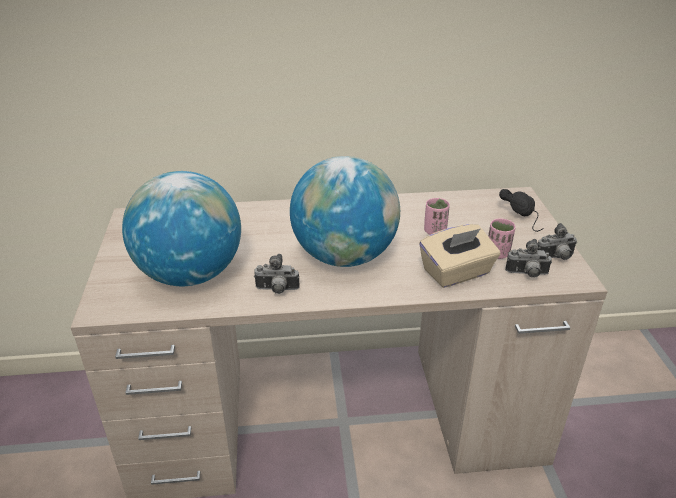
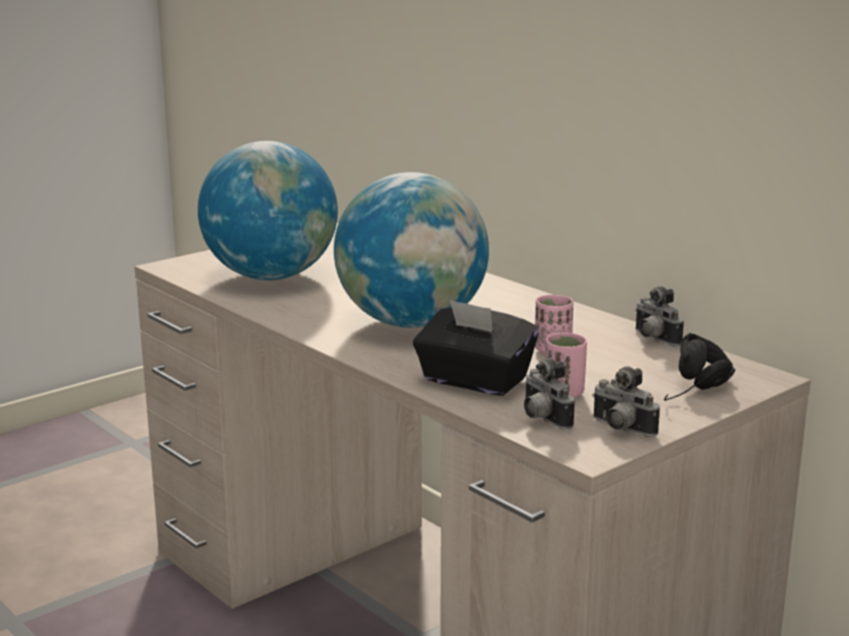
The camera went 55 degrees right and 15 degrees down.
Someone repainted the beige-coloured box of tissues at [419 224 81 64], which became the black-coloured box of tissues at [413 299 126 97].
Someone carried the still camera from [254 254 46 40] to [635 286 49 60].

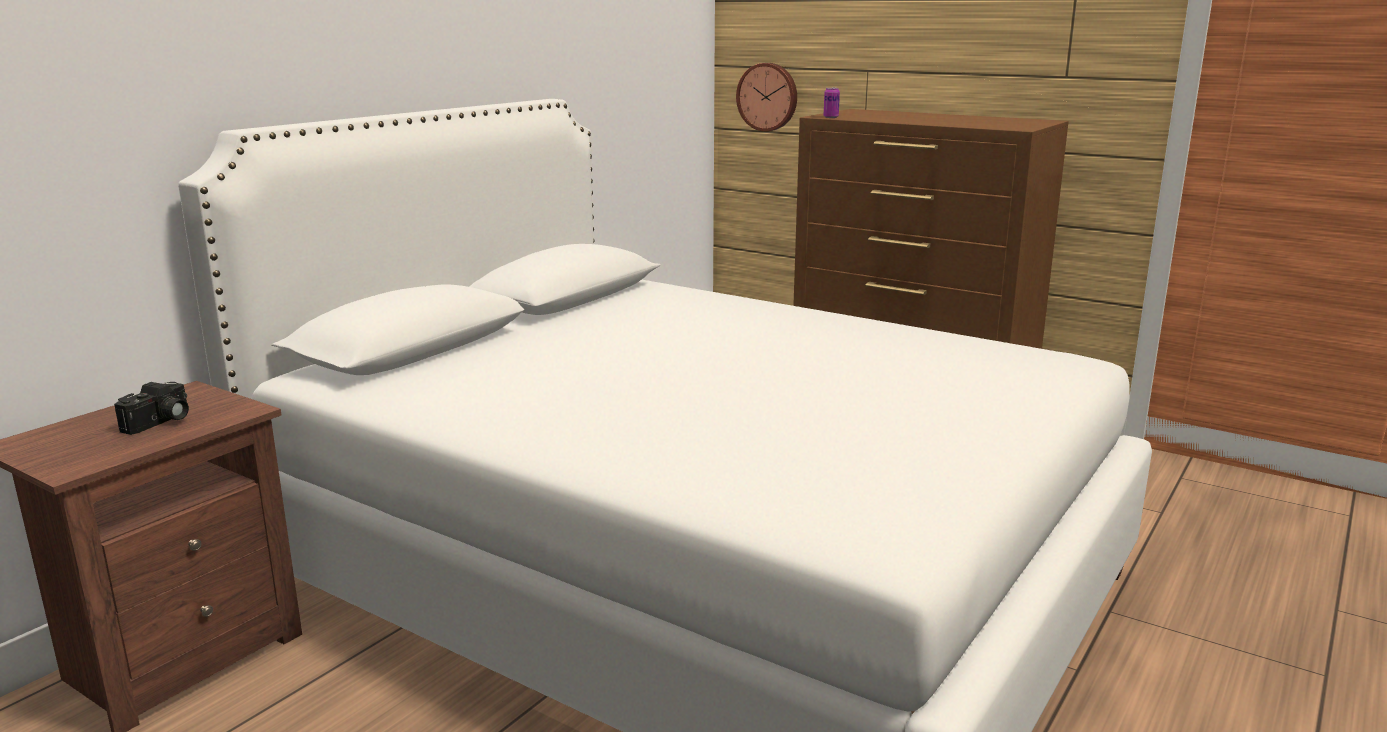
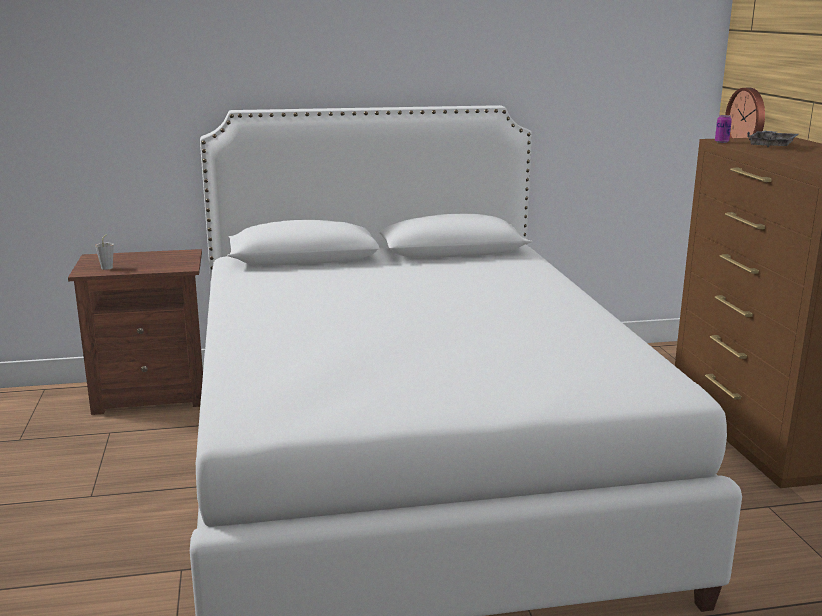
The camera went 45 degrees right and 0 degrees up.
Someone put down the grey cup at [95 234 19 36].
Someone put down the grey tray at [747 130 52 17].
Someone took away the still camera at [114 382 75 53].

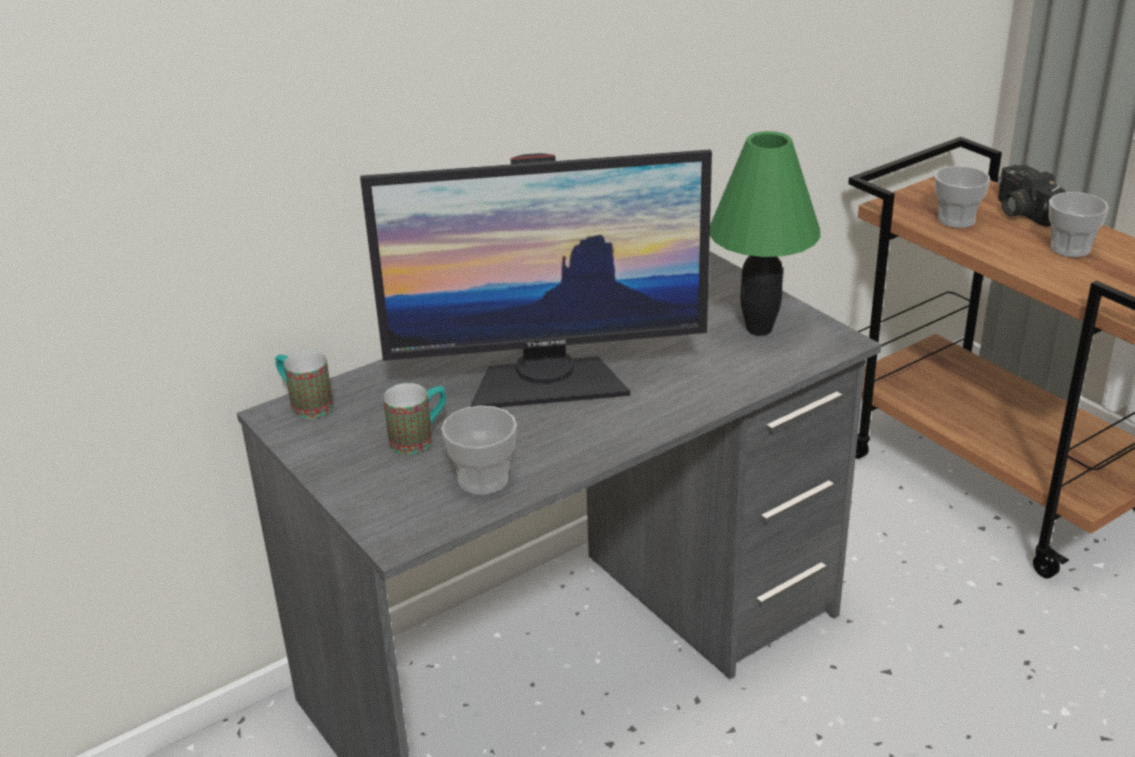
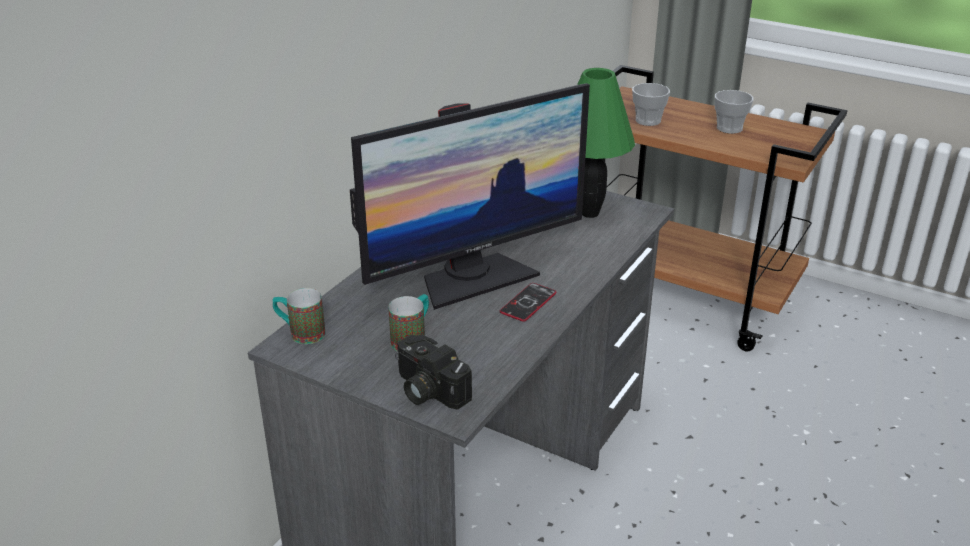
The camera went 25 degrees left and 0 degrees up.
Someone carried the still camera from [998 165 68 62] to [395 335 77 75].
Someone put down the phone at [500 283 56 39].
Someone took away the cup at [441 405 76 90].

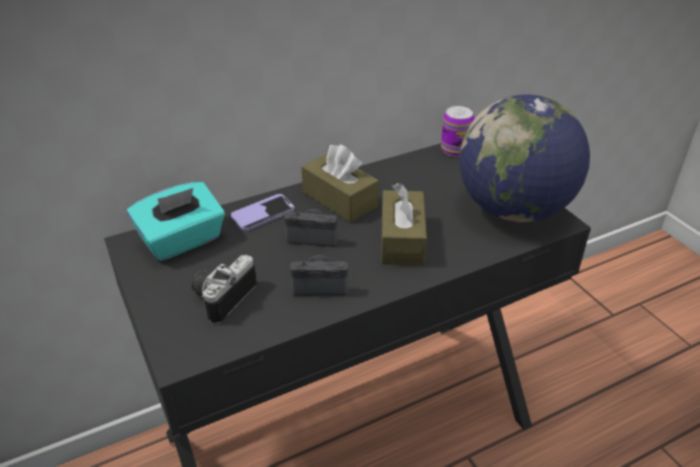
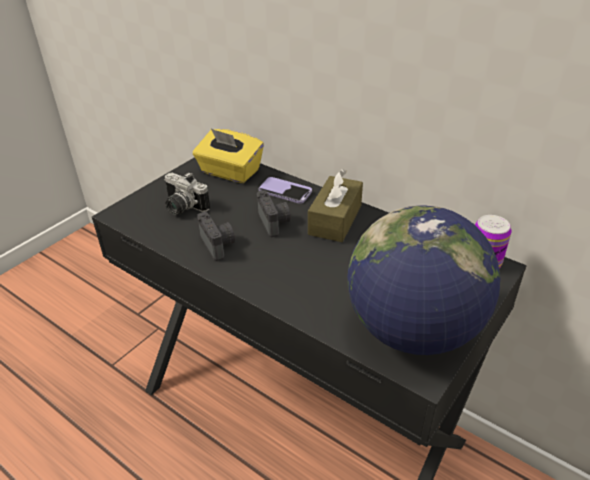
The camera went 65 degrees right and 0 degrees up.
Someone rotated the still camera at [192 254 65 70] by 150 degrees counterclockwise.
Someone repainted the turquoise-coloured box of tissues at [127 182 98 79], which became the yellowish box of tissues at [193 129 71 54].
Someone took away the brown-coloured box of tissues at [381 183 46 83].

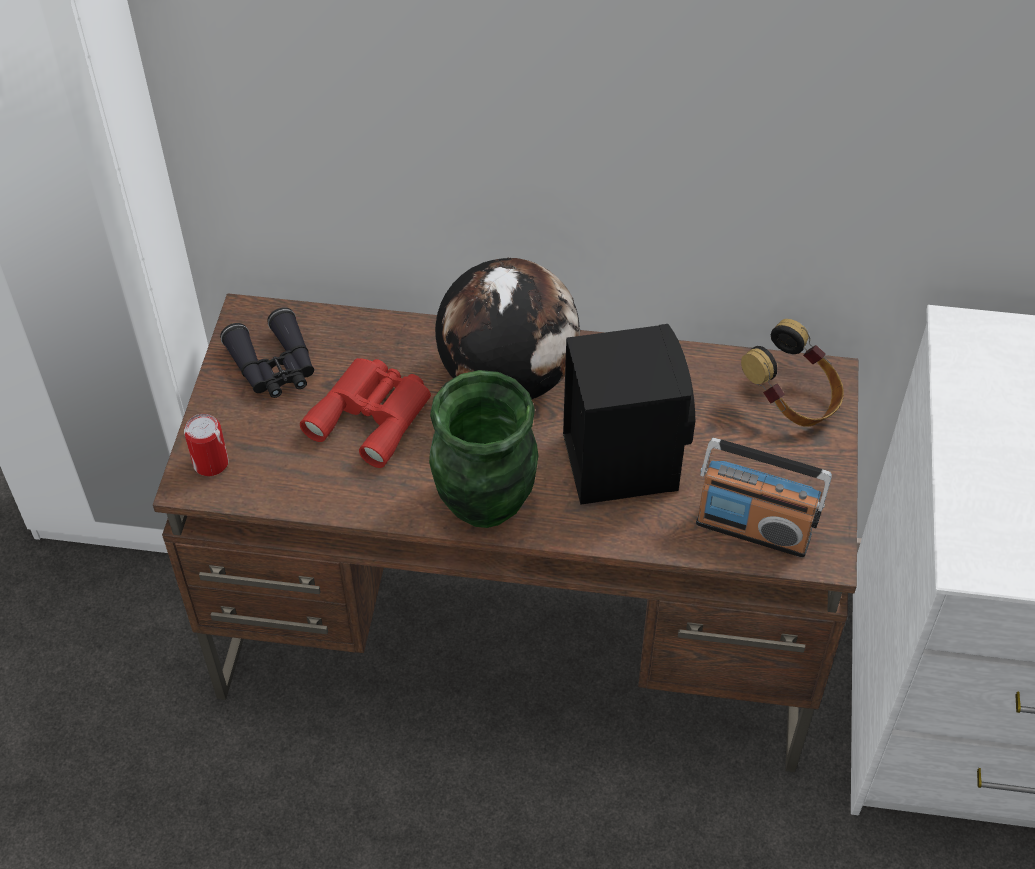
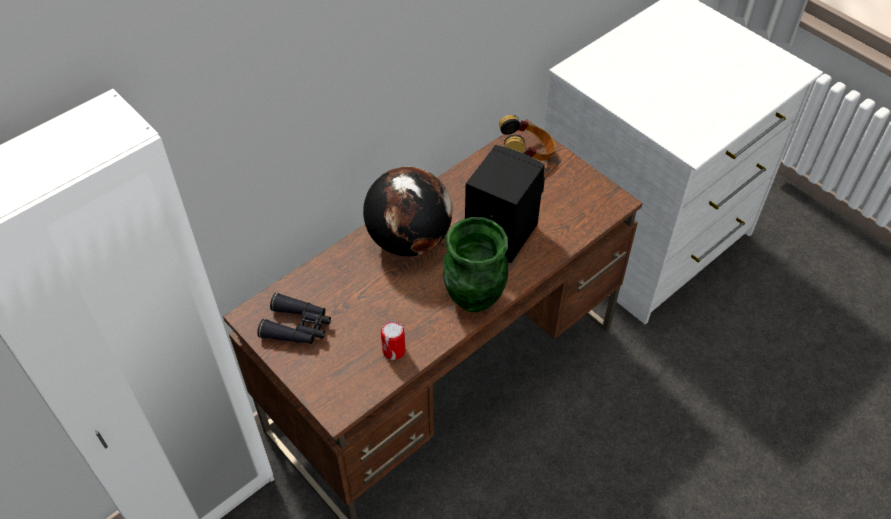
The camera went 50 degrees left and 0 degrees up.
Someone carried the sealed can from [184 414 45 62] to [381 321 24 39].
Someone took away the reddish pair of binoculars at [300 358 131 110].
Someone took away the radio receiver at [696 438 136 120].

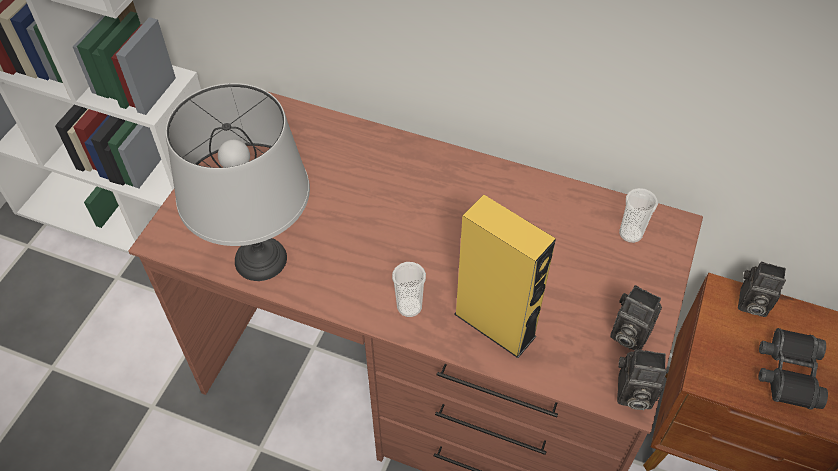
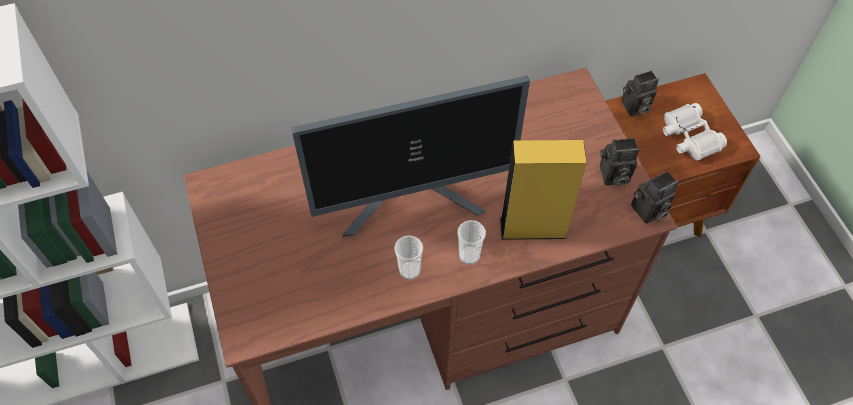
The camera went 40 degrees left and 5 degrees up.
Someone put down the computer screen at [291 76 239 161].
Someone carried the cup from [619 188 39 55] to [394 235 29 45].
Someone repainted the black-coloured pair of binoculars at [759 328 69 82], which became the white-coloured pair of binoculars at [663 103 64 58].
Someone took away the grey table lamp at [166 83 144 198].

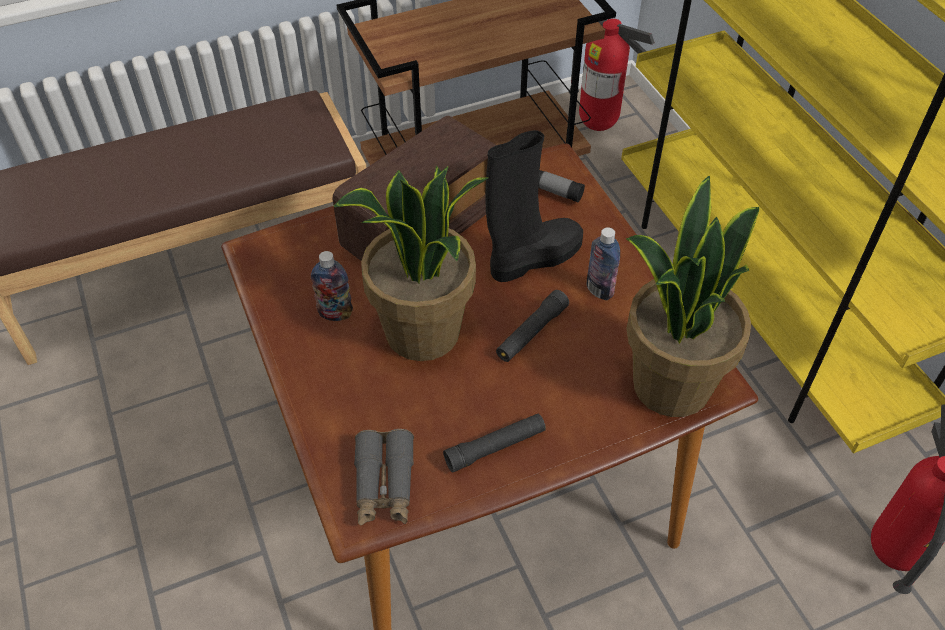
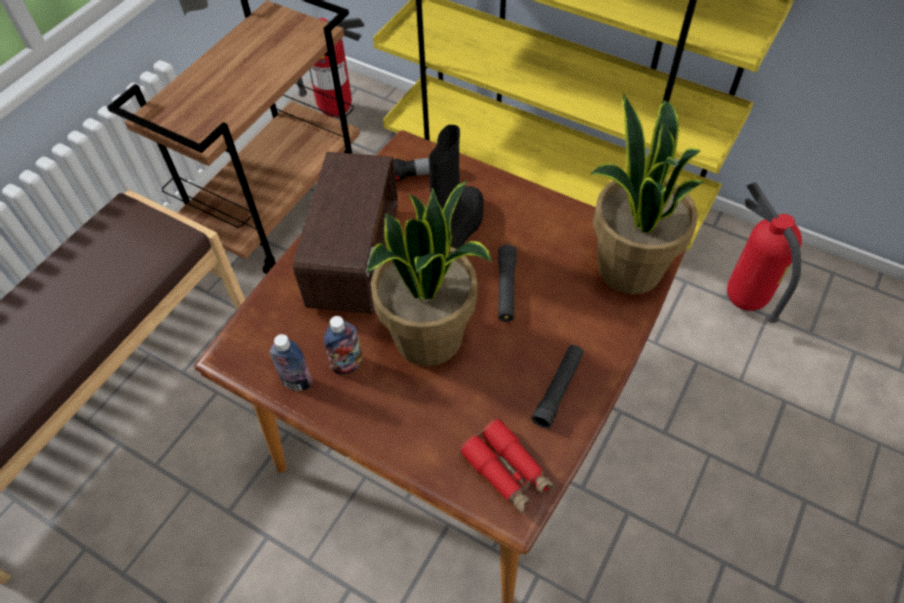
The camera went 35 degrees left and 5 degrees up.
Someone carried the drink bottle from [587 227 33 73] to [270 334 43 57].
Someone repainted the grey pair of binoculars at [354 429 60 96], which became the reddish pair of binoculars at [460 419 95 95].

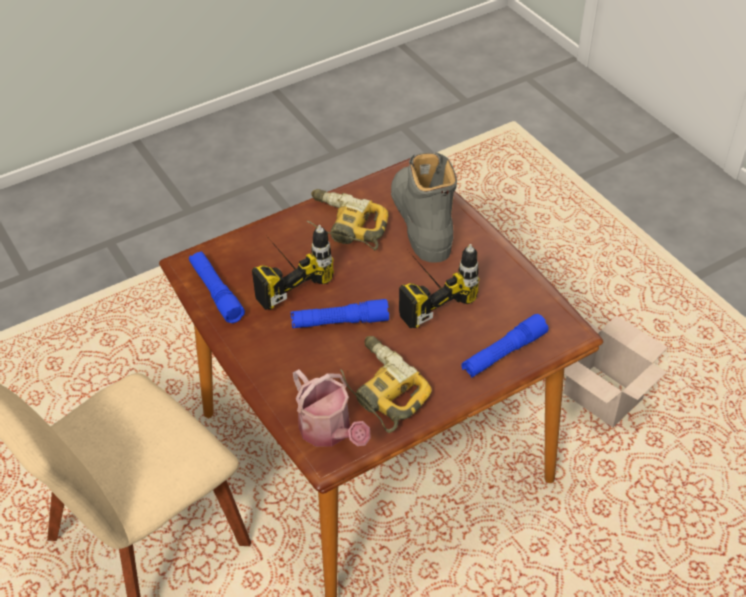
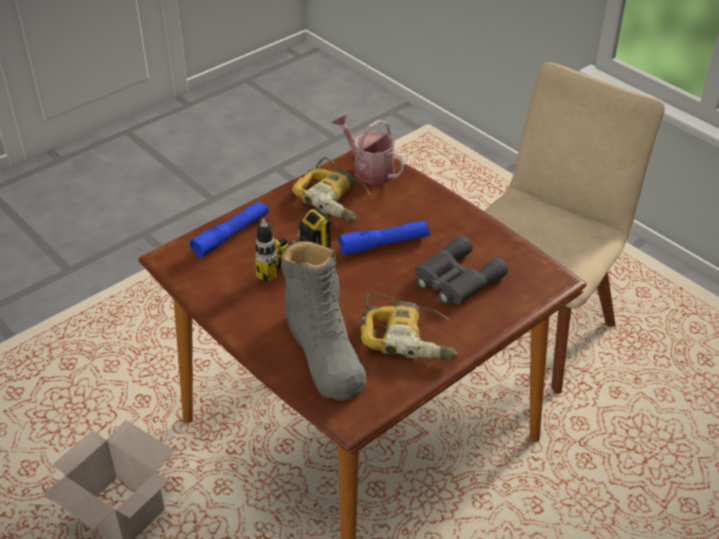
The camera went 170 degrees right and 5 degrees down.
Someone swapped the electric drill at [252 225 82 85] for the grey pair of binoculars at [415 235 93 69].
Someone took away the bluish torch at [189 251 56 72].

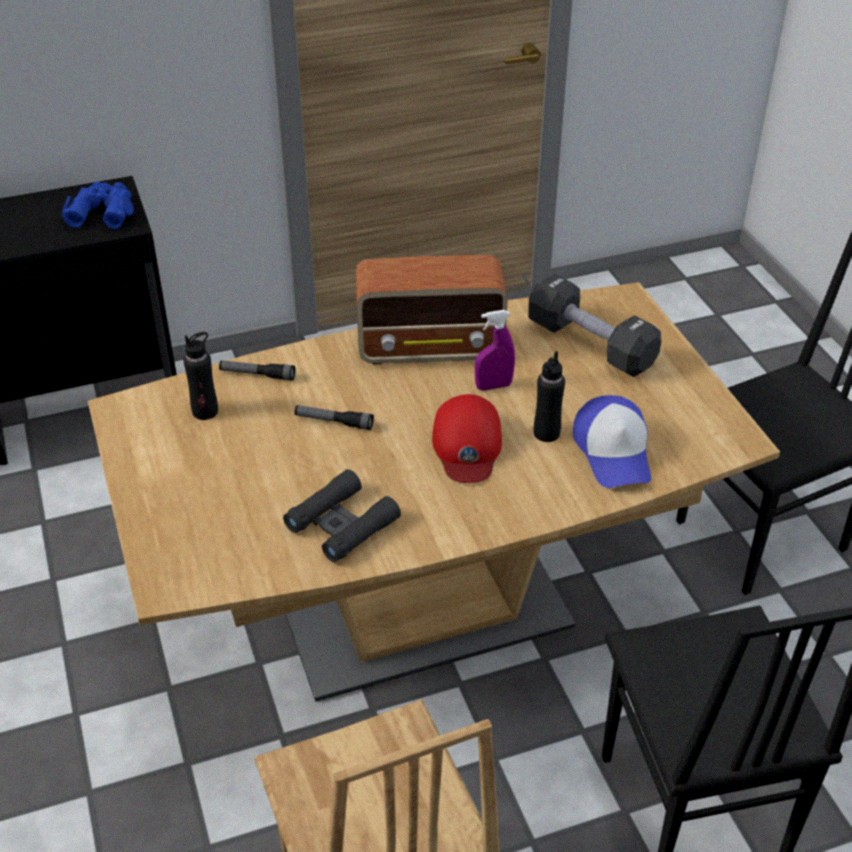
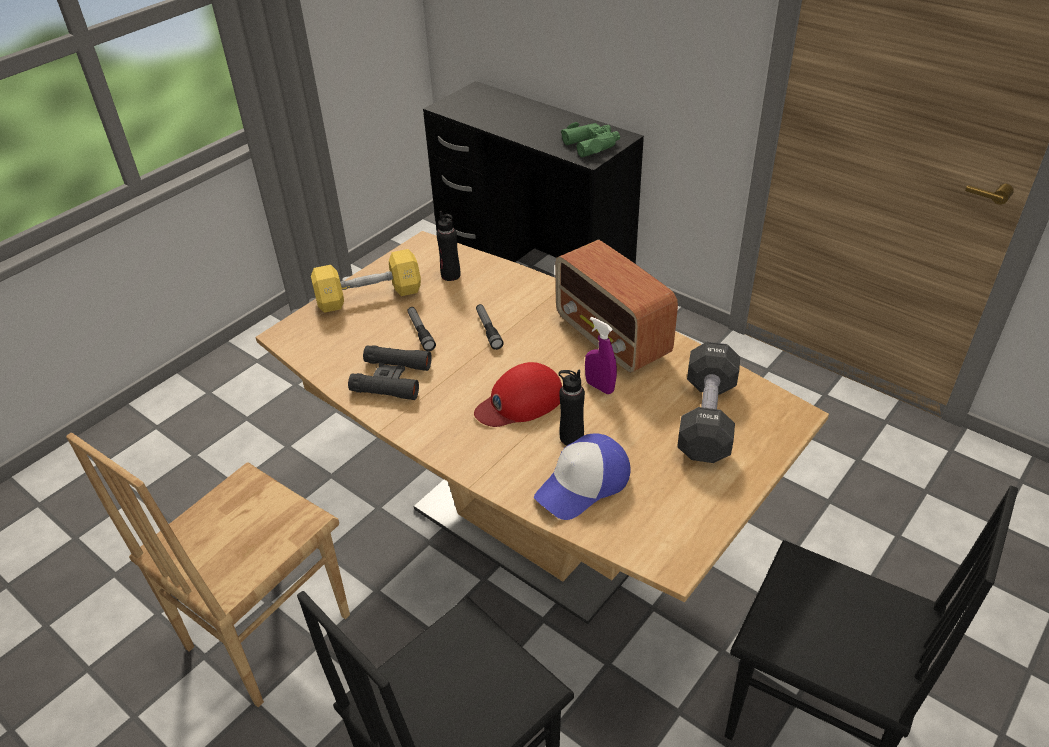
The camera went 60 degrees right and 0 degrees up.
Someone put down the yellowish dumbbell at [311 249 110 64].
Someone carried the torch from [219 360 76 21] to [407 307 29 44].
Someone repainted the bluish pair of binoculars at [61 182 73 47], which became the green-coloured pair of binoculars at [561 122 59 35].

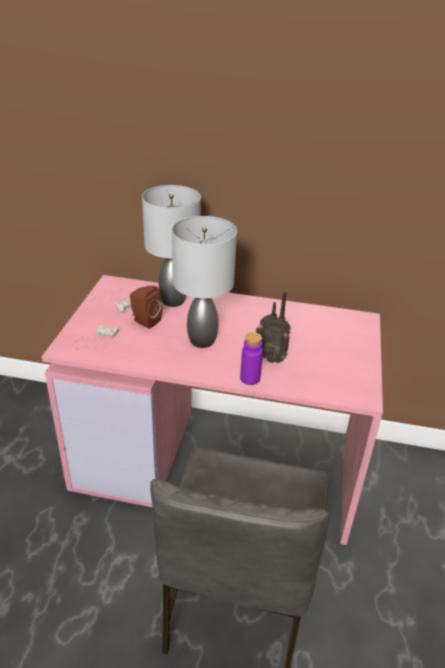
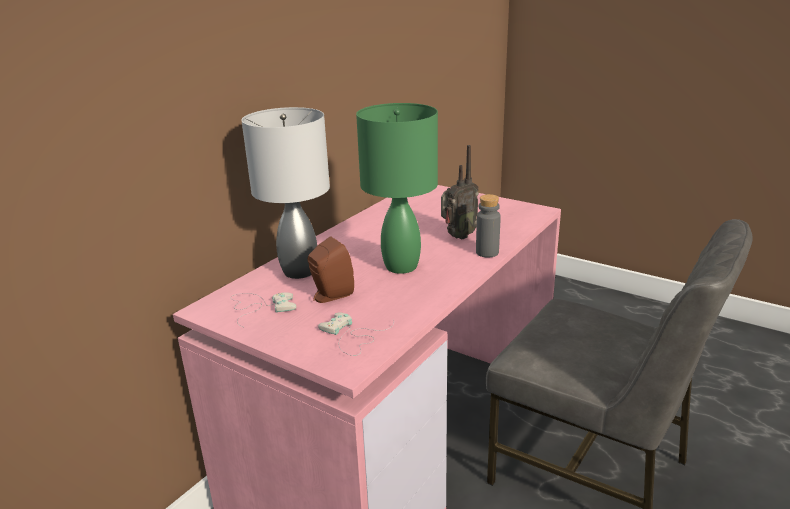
The camera went 65 degrees left and 10 degrees down.
Someone repainted the grey table lamp at [172 216 65 132], which became the green-coloured table lamp at [356 103 82 171].
Someone repainted the purple-coloured drink bottle at [240 332 23 53], which became the grey drink bottle at [476 194 25 64].

